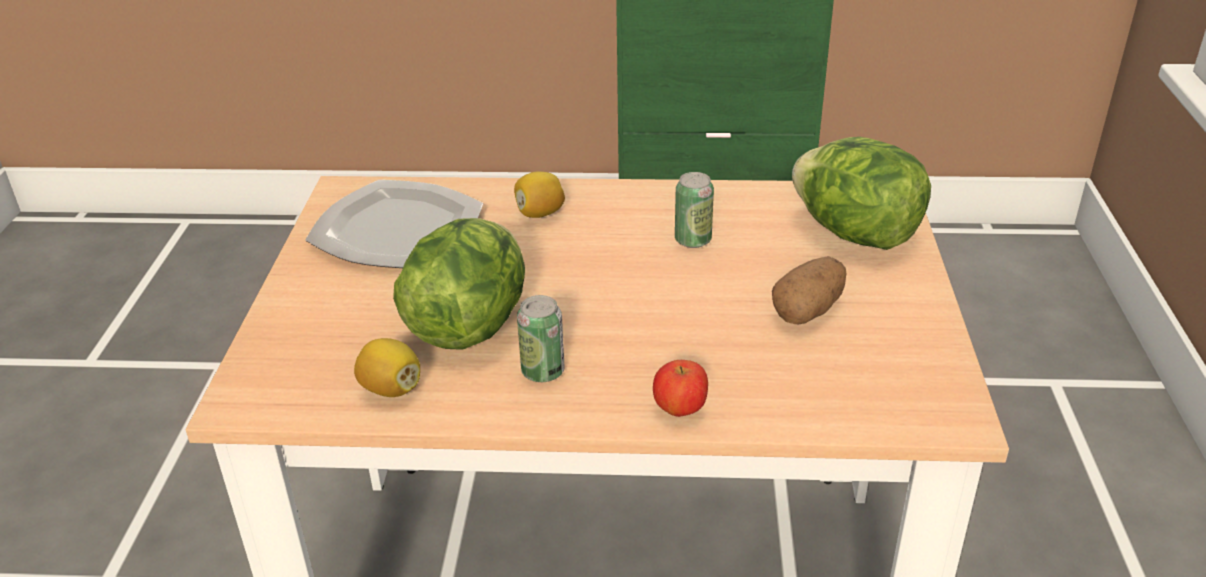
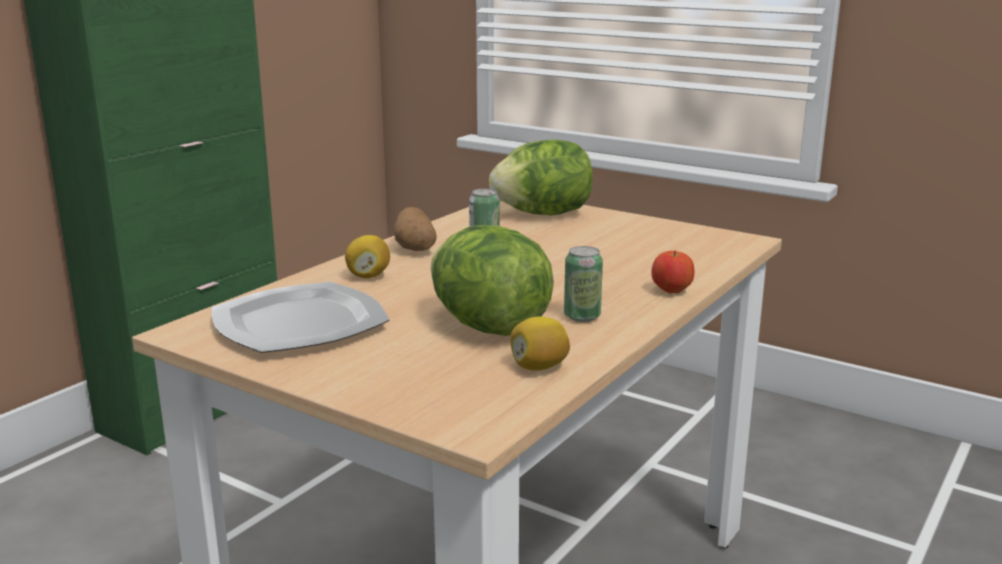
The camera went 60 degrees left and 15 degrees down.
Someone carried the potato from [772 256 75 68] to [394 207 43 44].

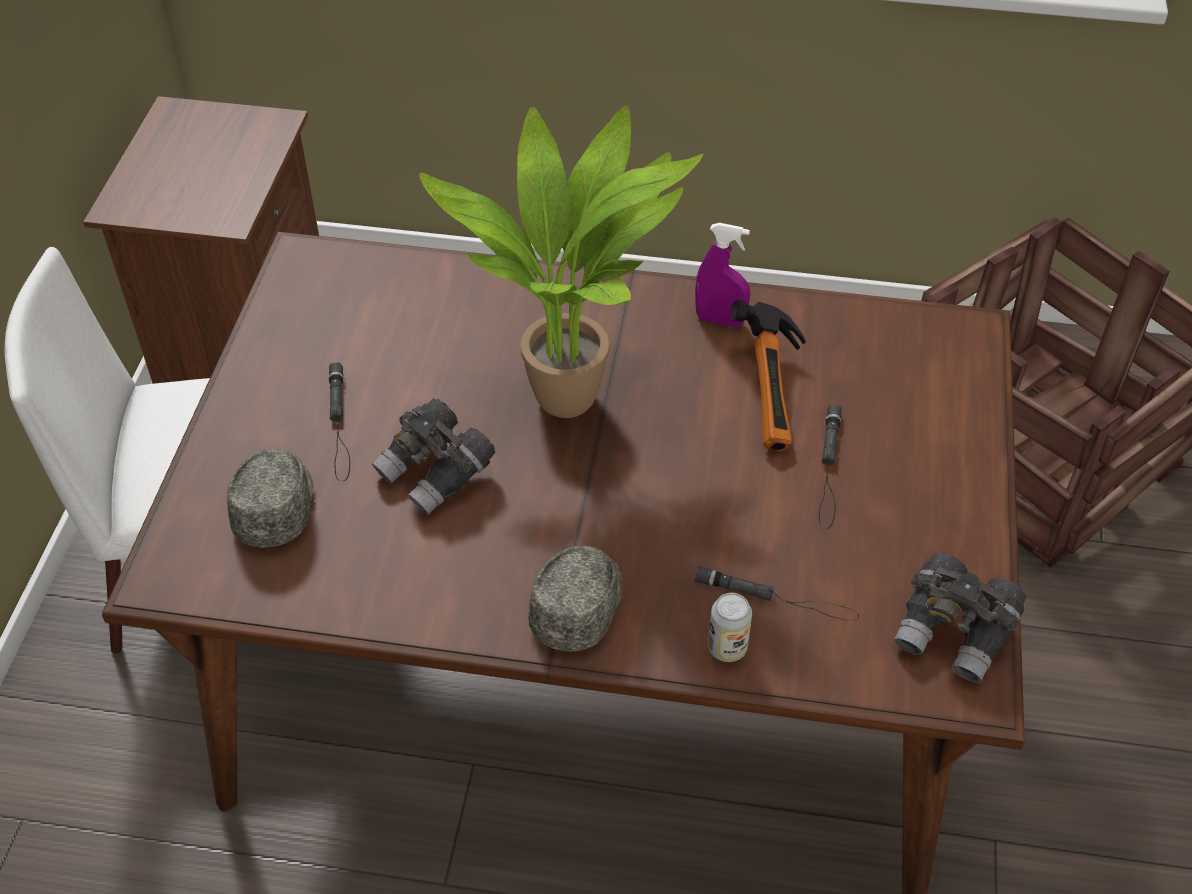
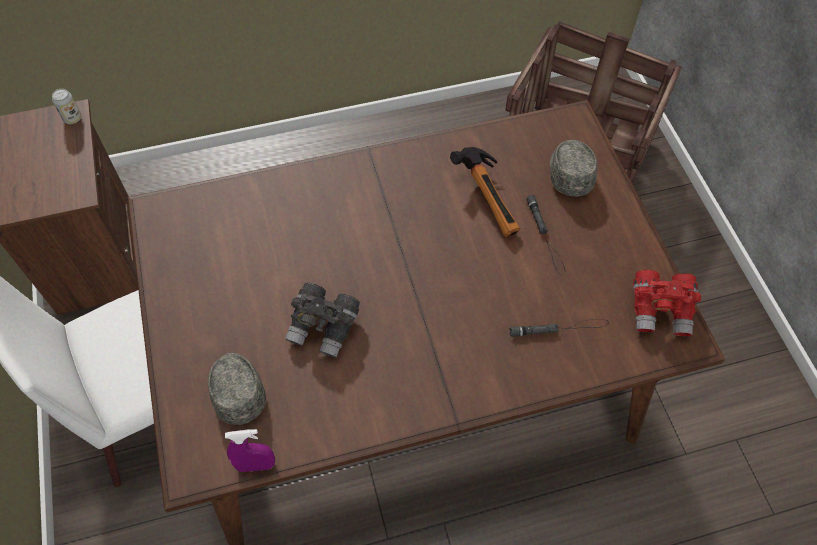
The camera went 25 degrees left and 10 degrees up.
Someone carried the sealed can from [708 593 44 69] to [52 89 30 35].
Someone carried the purple-coloured spray bottle from [695 223 55 104] to [225 429 50 43].
Someone carried the grey baseball cap from [528 546 95 106] to [550 140 48 57].
Someone repainted the grey pair of binoculars at [894 553 132 130], which became the reddish pair of binoculars at [633 270 68 66].
Someone took away the black-coloured torch at [328 362 22 119].
Someone took away the potted plant at [419 106 284 312].

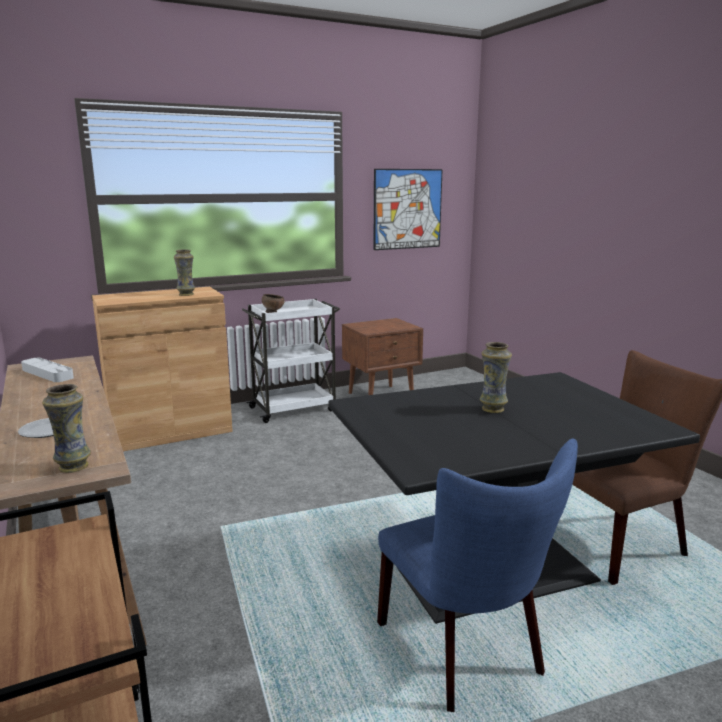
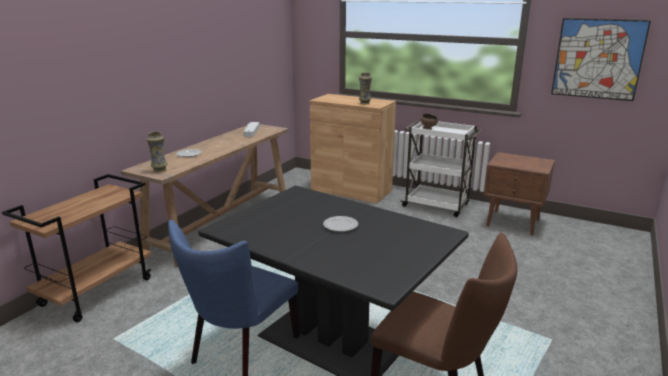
The camera went 55 degrees right and 5 degrees up.
Someone swapped the decorative vase at [480 342 32 71] for the flat dish at [323 216 35 16].

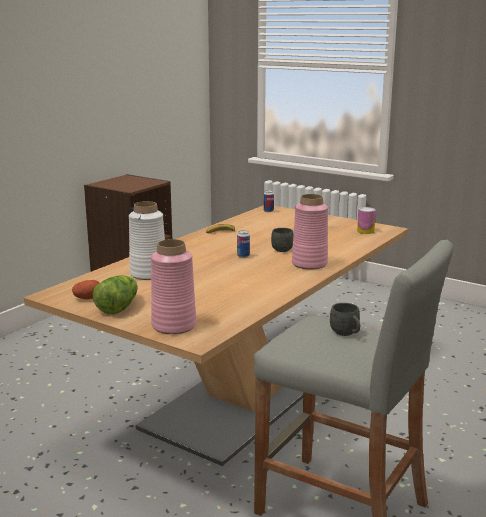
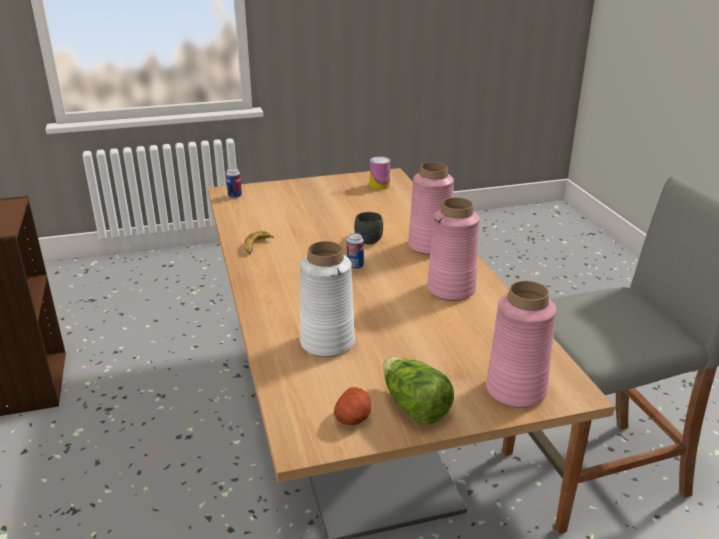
The camera went 50 degrees left and 10 degrees up.
Someone put down the pinkish decorative vase at [427 197 53 104].
Someone took away the grey coffee mug at [330 303 30 33].

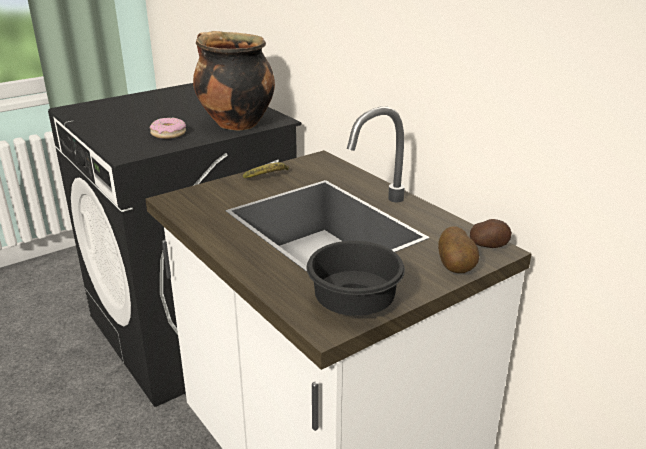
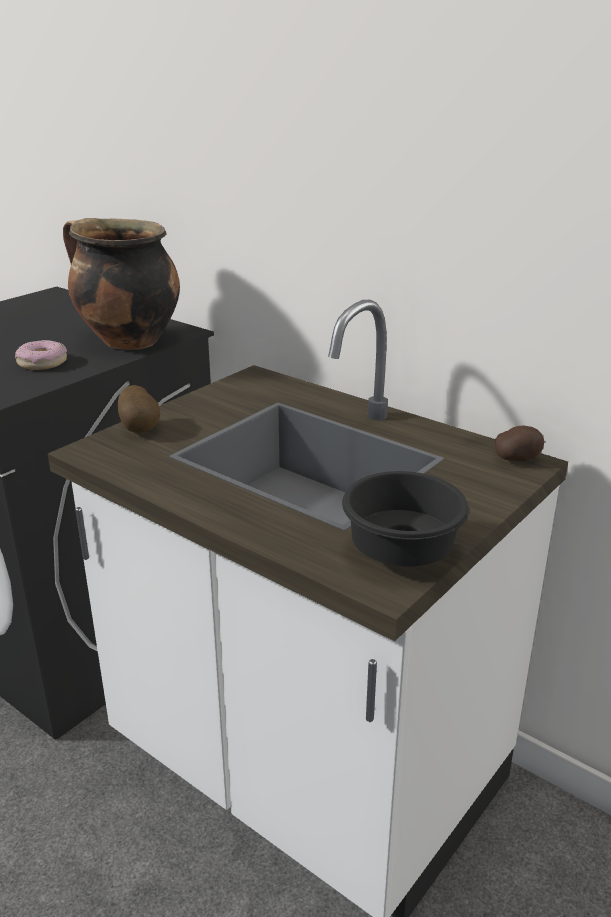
The camera went 15 degrees left and 0 degrees up.
Someone carried the potato from [438 226 41 47] to [118 385 42 48].
Someone took away the whole banana at [243 162 46 16].

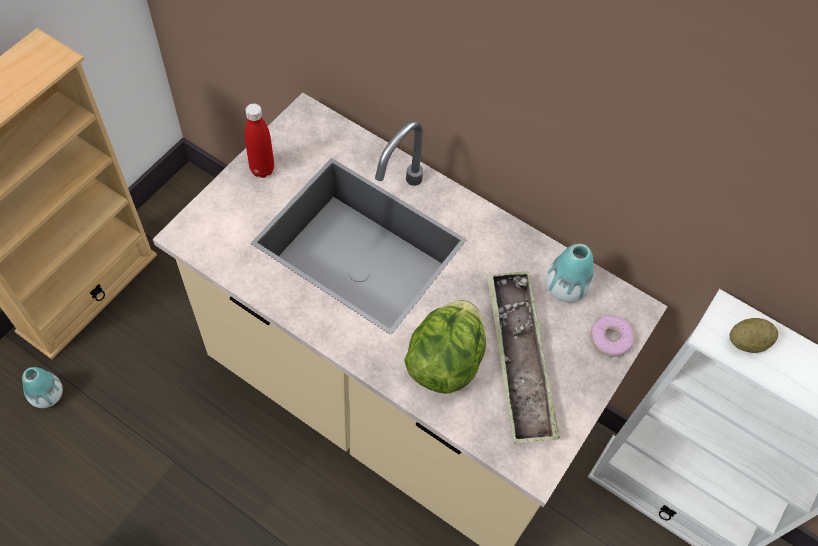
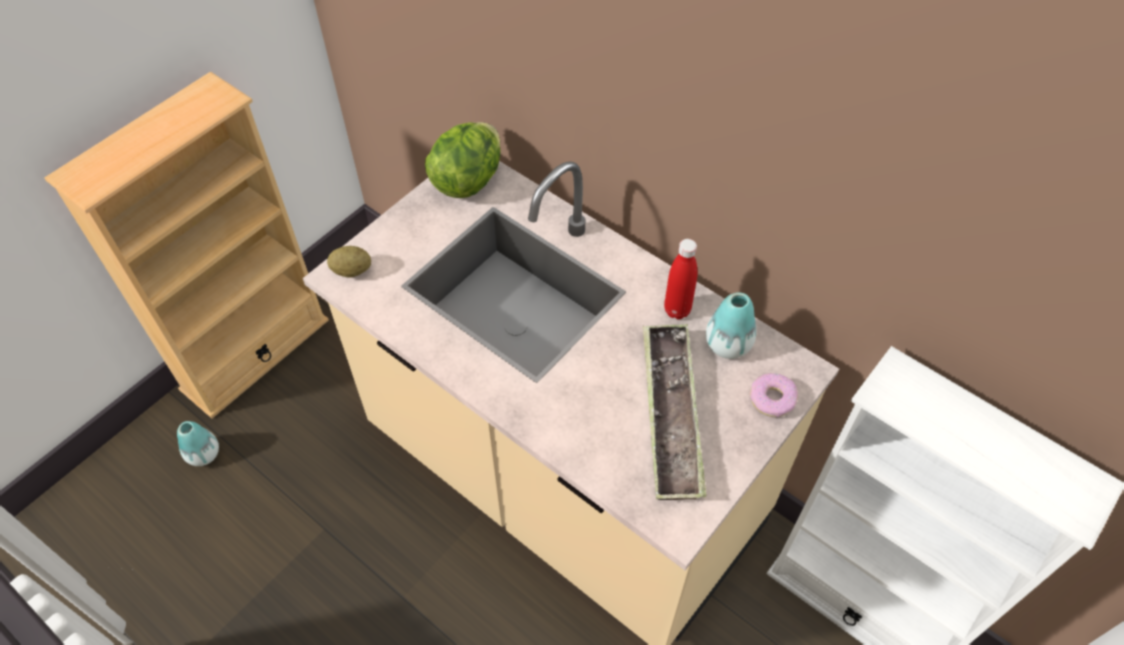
The camera went 10 degrees right and 5 degrees down.
Someone carried the potato from [730 318 48 35] to [327 246 44 32].
Someone carried the lettuce from [404 300 82 94] to [425 122 76 76].
Someone carried the reddish drink bottle from [245 103 29 75] to [664 239 33 80].

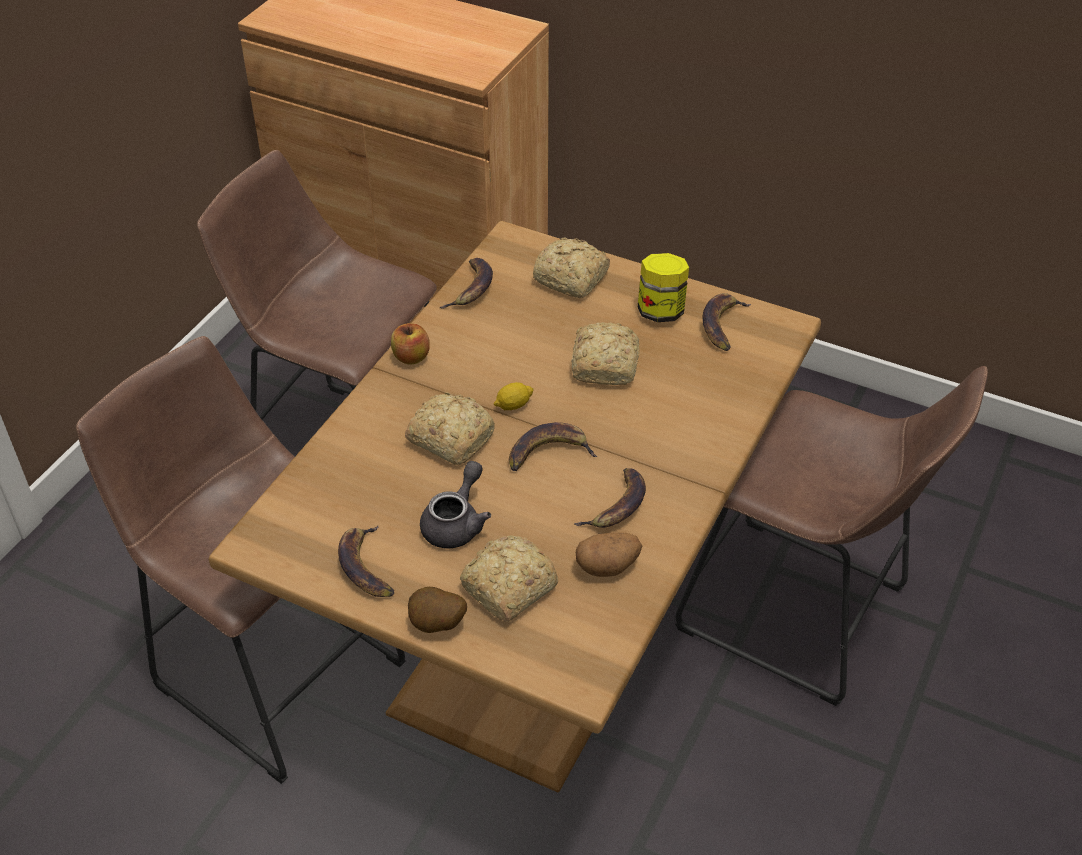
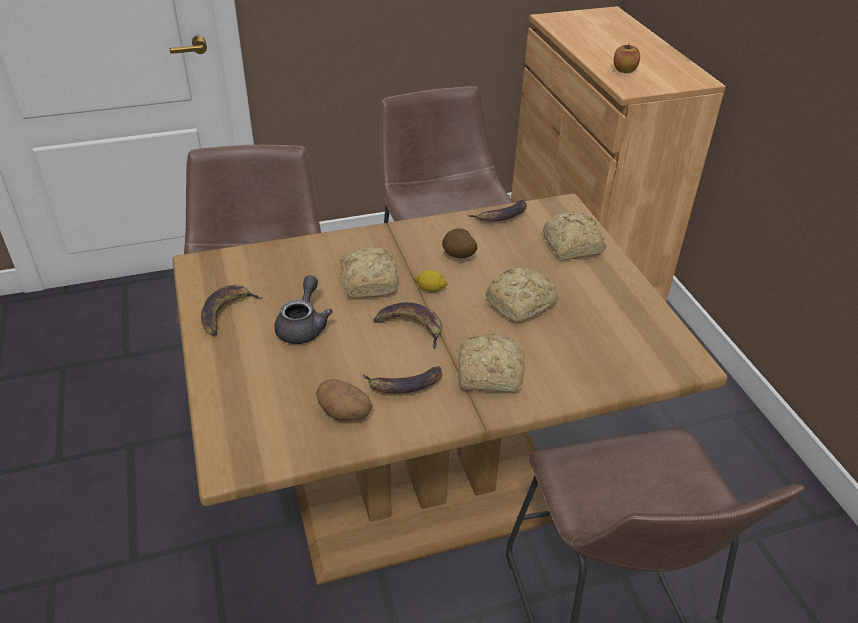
The camera went 45 degrees right and 5 degrees down.
Someone rotated the grey teapot at [420 461 71 87] by 60 degrees counterclockwise.
Someone carried the potato from [408 587 59 46] to [442 229 35 30].
Someone carried the bread from [460 535 98 87] to [458 333 67 59].
Someone carried the apple fruit from [391 323 39 41] to [614 45 26 28].
Someone took away the jar at [638 253 51 69].
Someone took away the whole banana at [703 293 48 58].

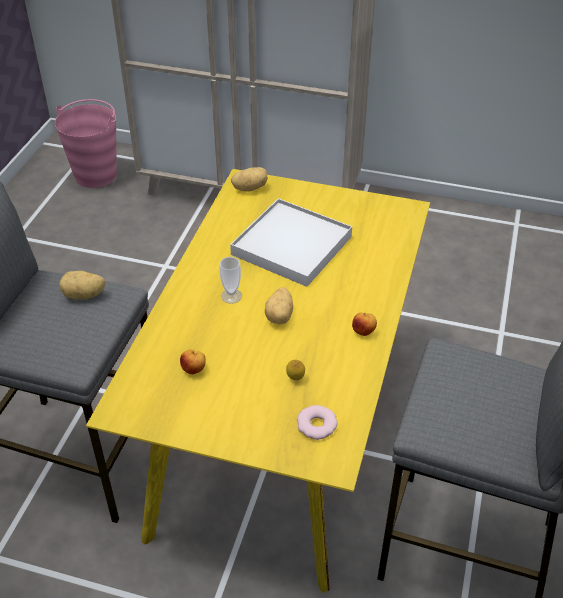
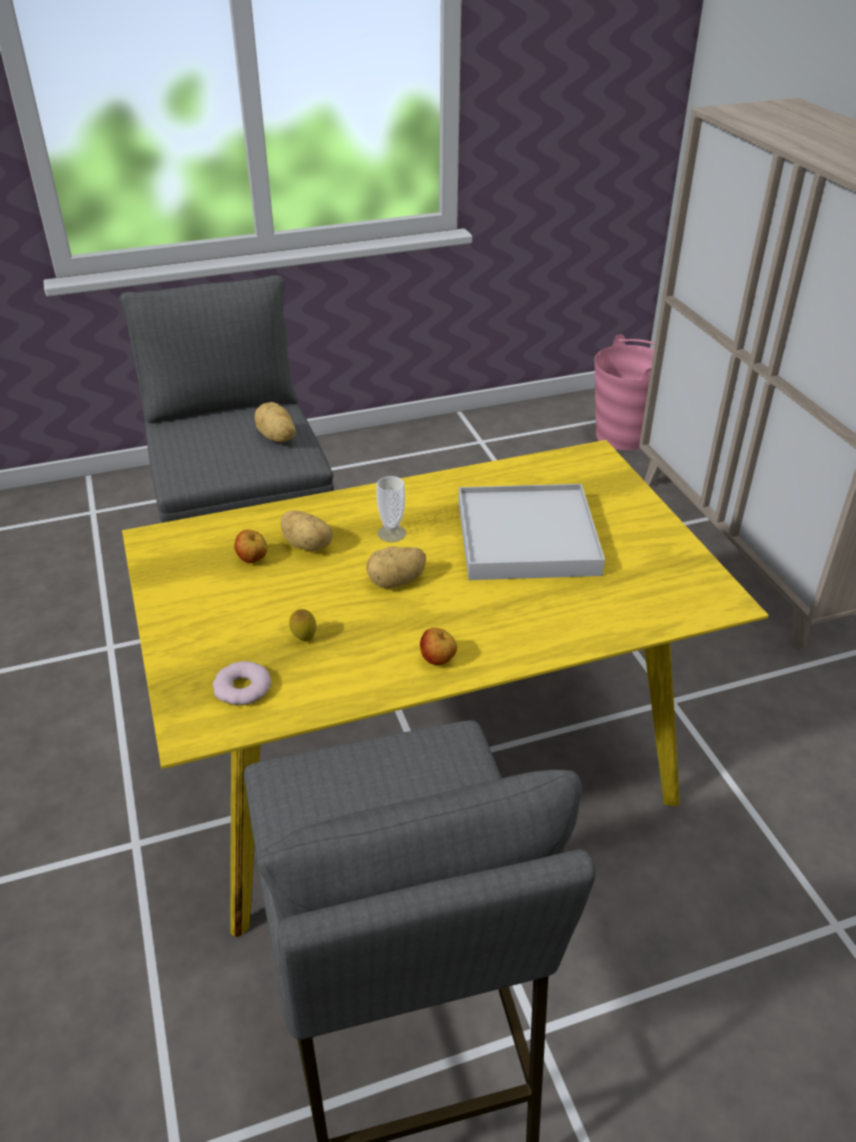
The camera went 55 degrees right and 5 degrees down.
Someone carried the potato from [231 167 37 24] to [281 510 52 41].

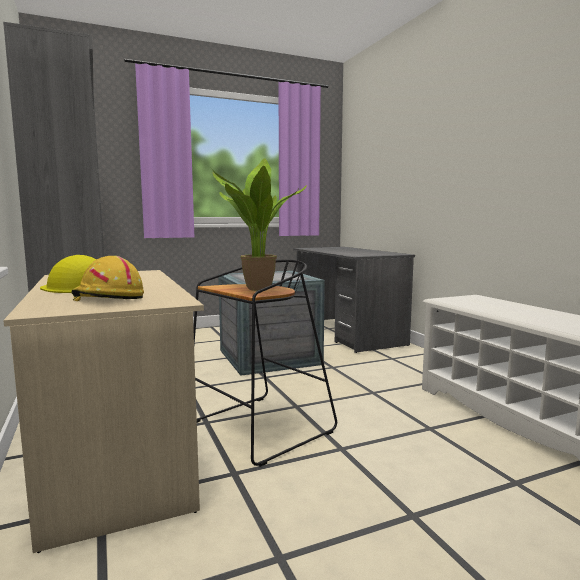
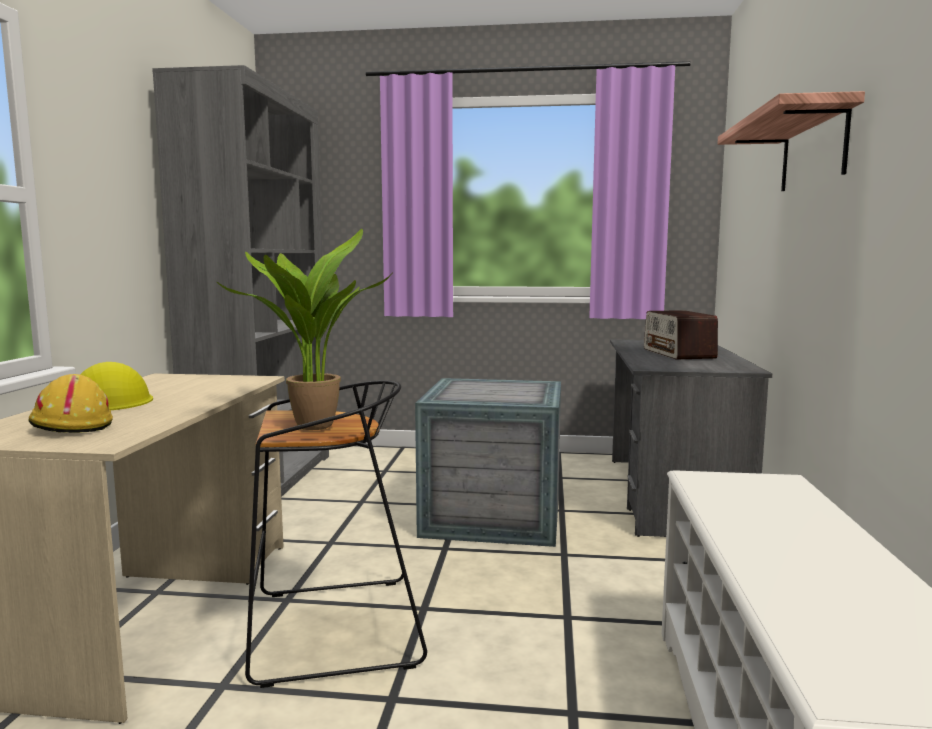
The camera went 30 degrees right and 0 degrees up.
Someone put down the radio receiver at [644 310 74 49].
Someone put up the bracket shelf at [718 91 147 100].

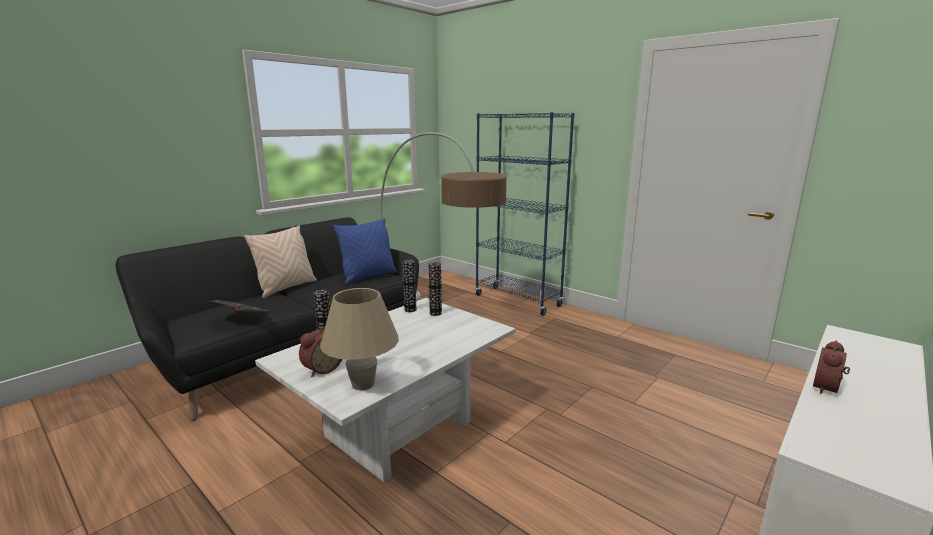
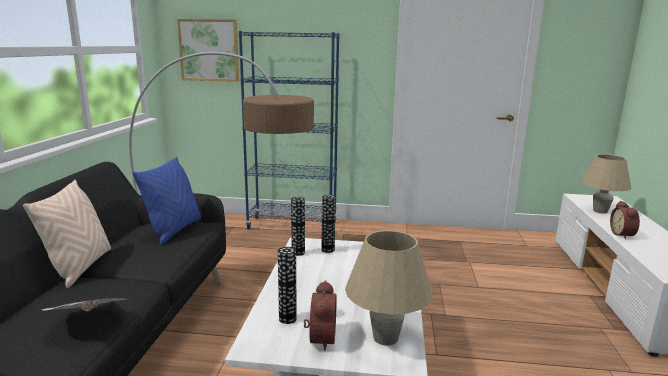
The camera went 35 degrees left and 0 degrees up.
Someone put up the wall picture at [177 19 62 63].
Someone put down the beige-coloured table lamp at [581 154 50 60].

